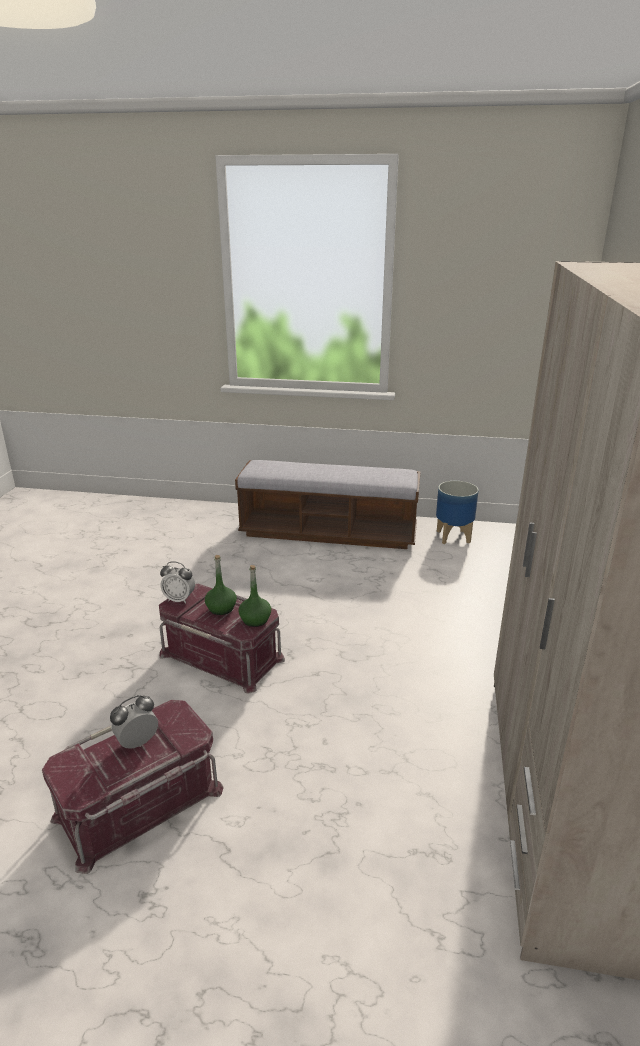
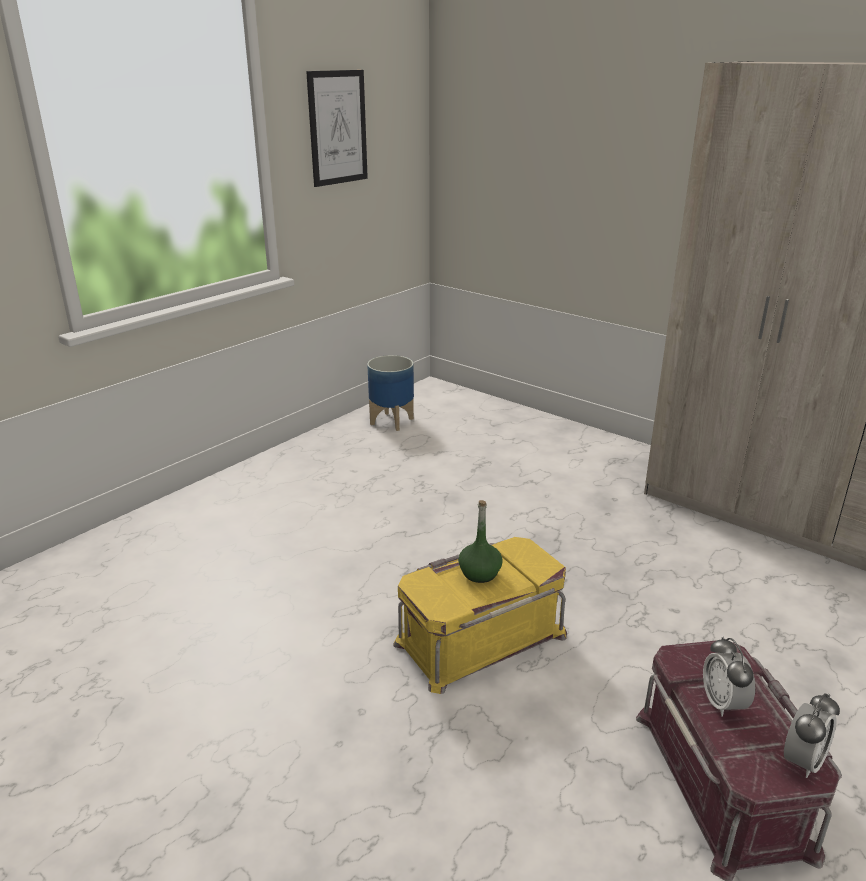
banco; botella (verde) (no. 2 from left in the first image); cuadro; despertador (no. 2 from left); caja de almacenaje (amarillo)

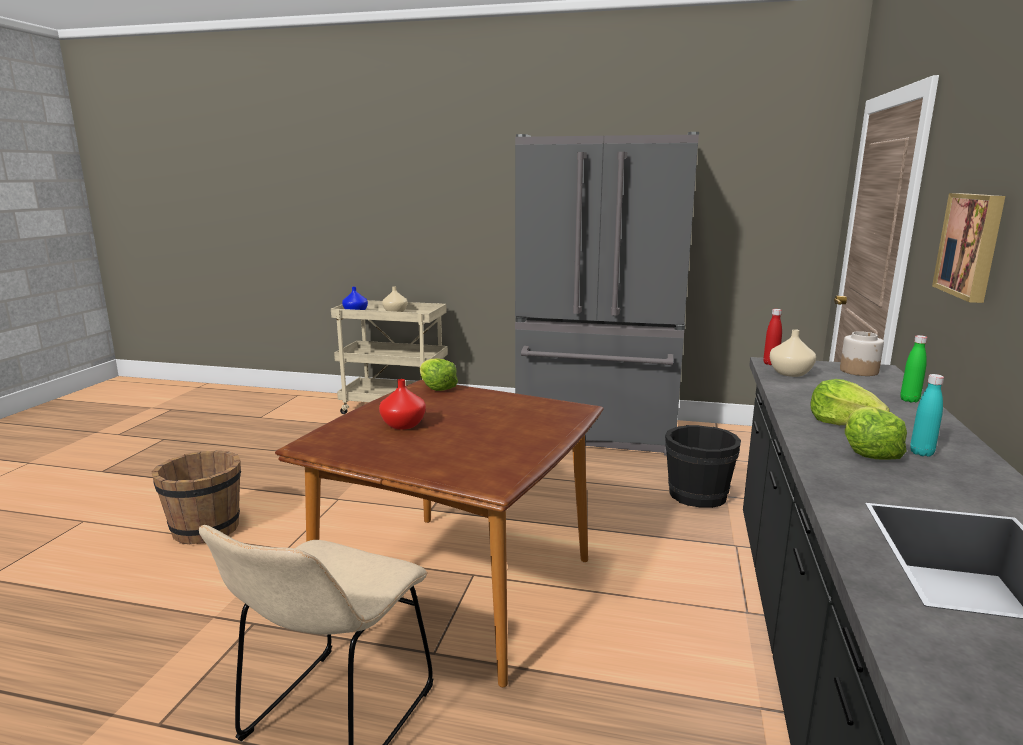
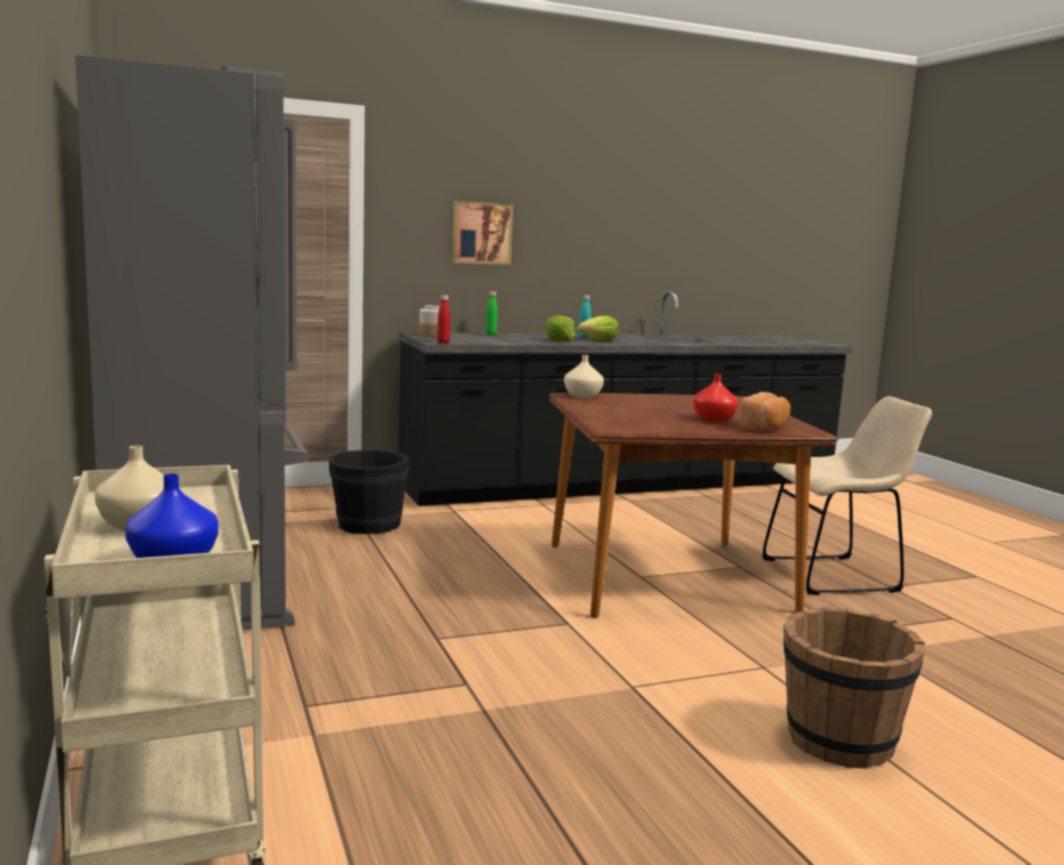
lechuga (no. 1 from left in the first image); pan; florero (beis) (no. 2 from left)

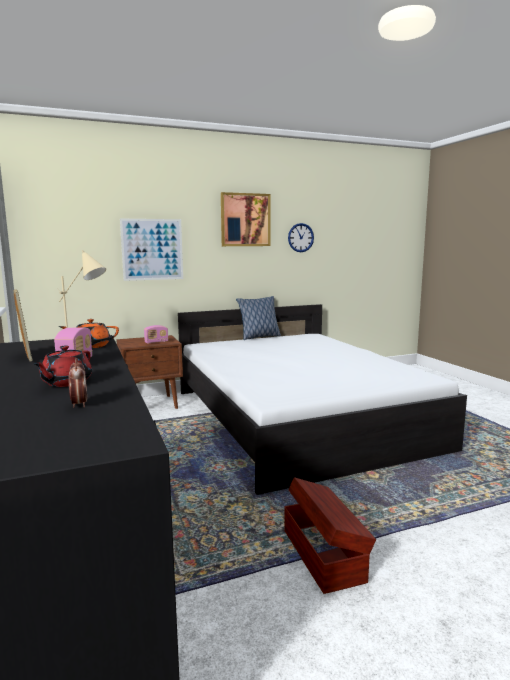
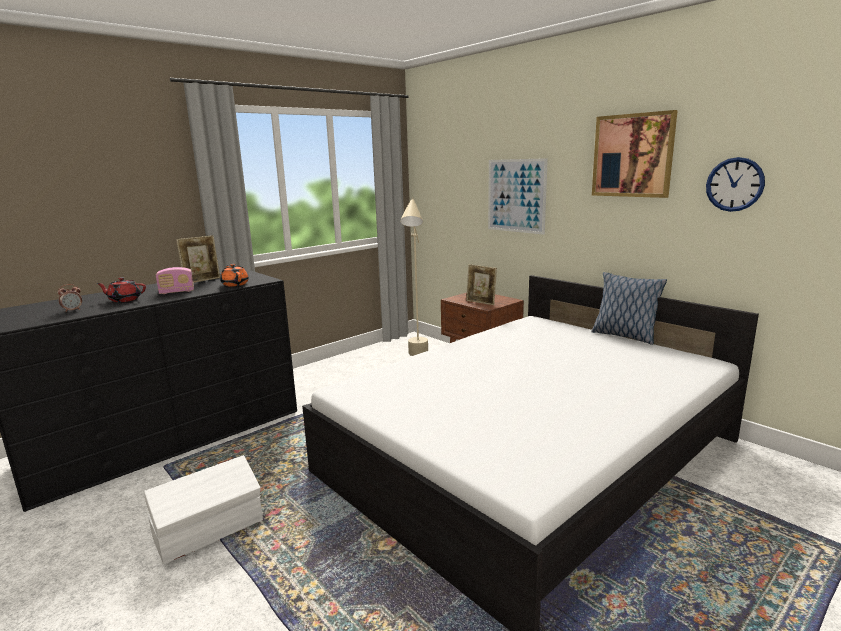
portarretratos (no. 2 from left); caja de almacenaje (blanco)

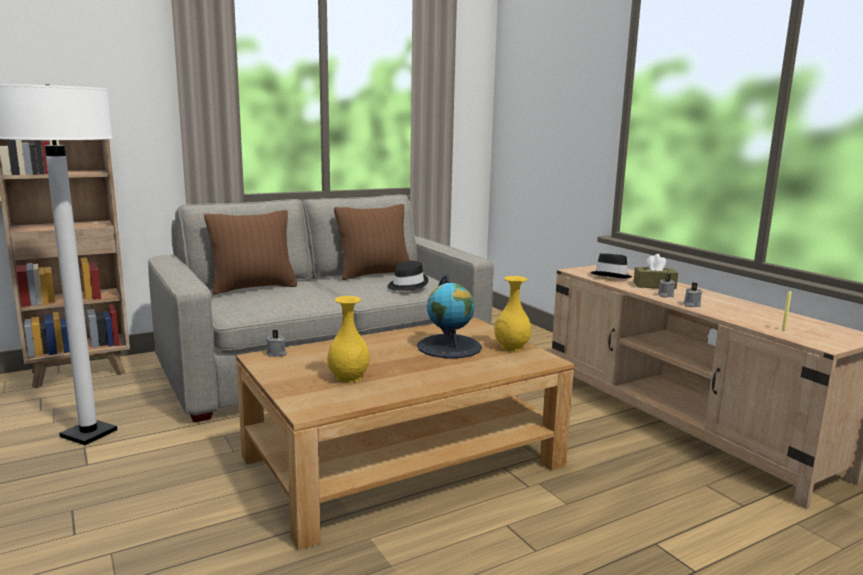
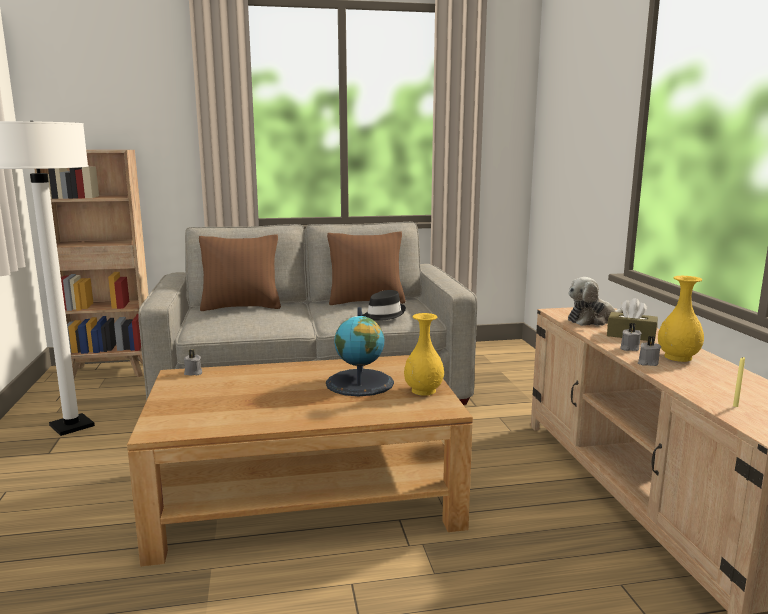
florero (amarillo) (no. 2 from left); peluche

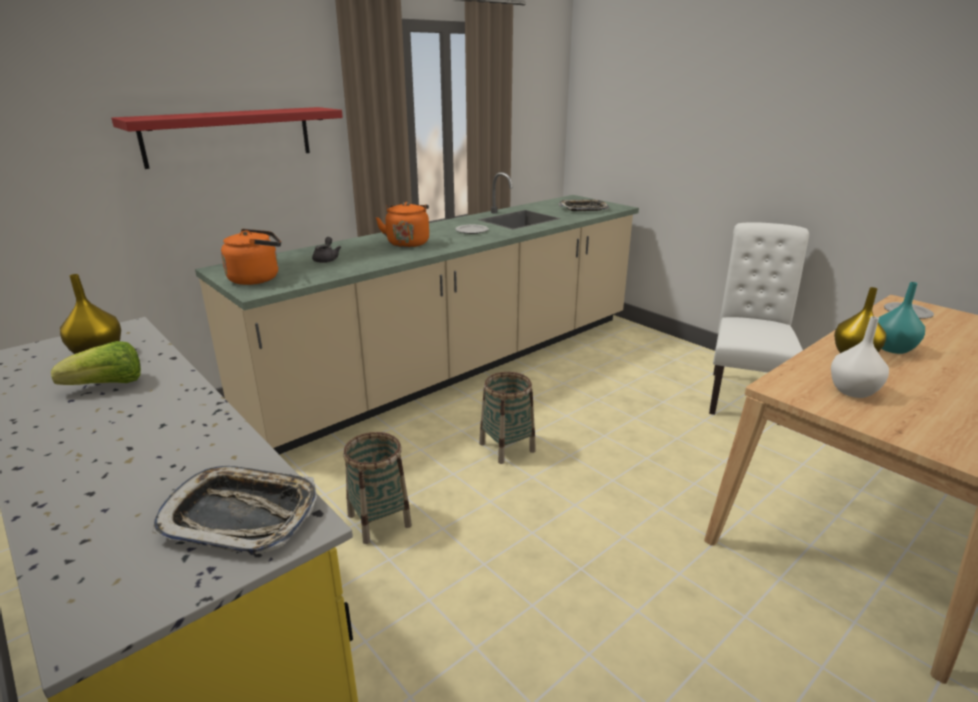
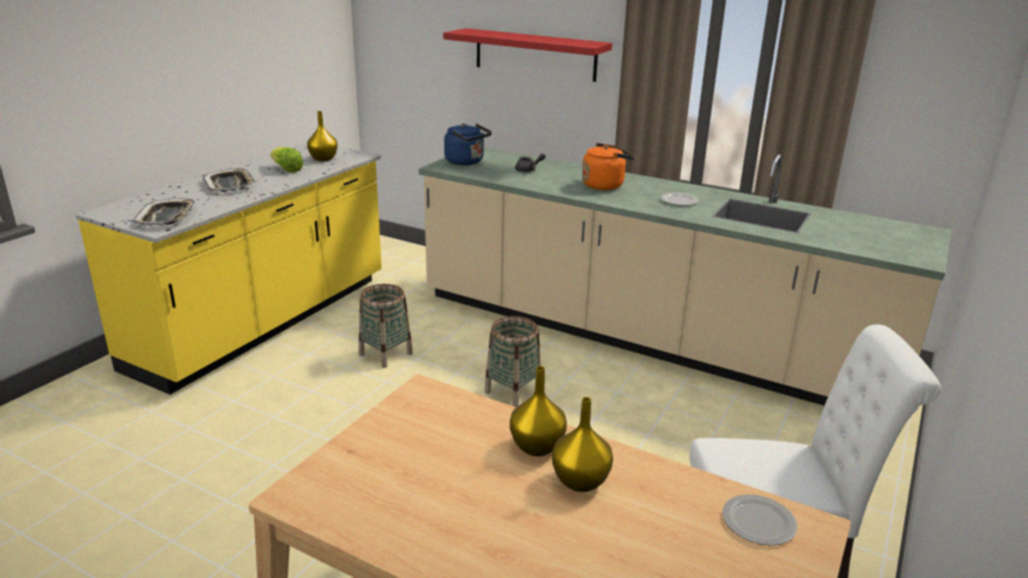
florero (blanco); bandeja (no. 2 from left); hervidor (azul); florero (amarillo) (no. 3 from left)

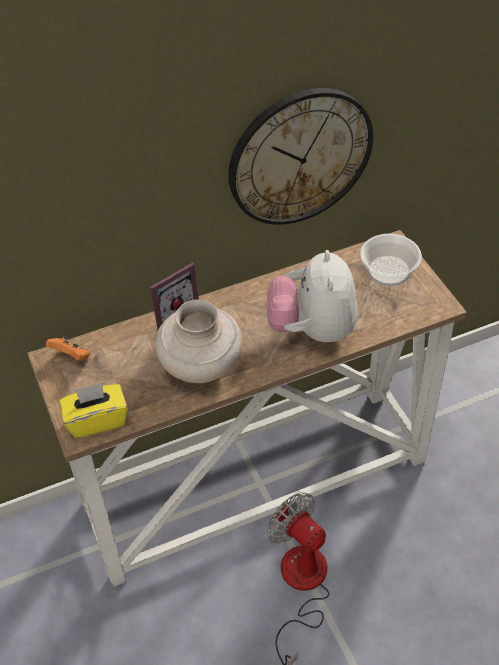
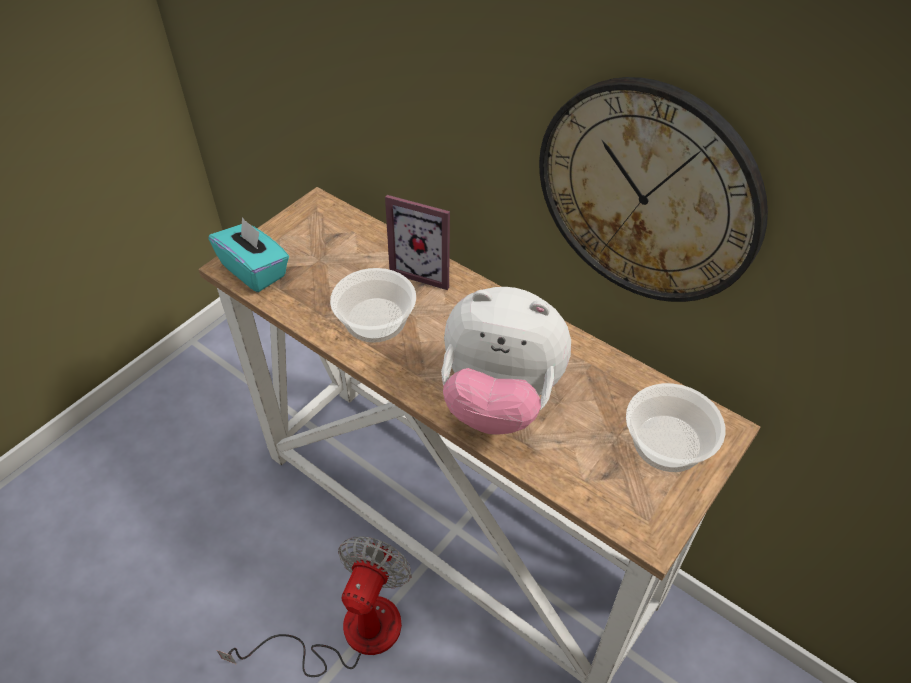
mando de consola (naranja); cuenco (no. 1 from left); caja de pañuelos (turquesa); peluche

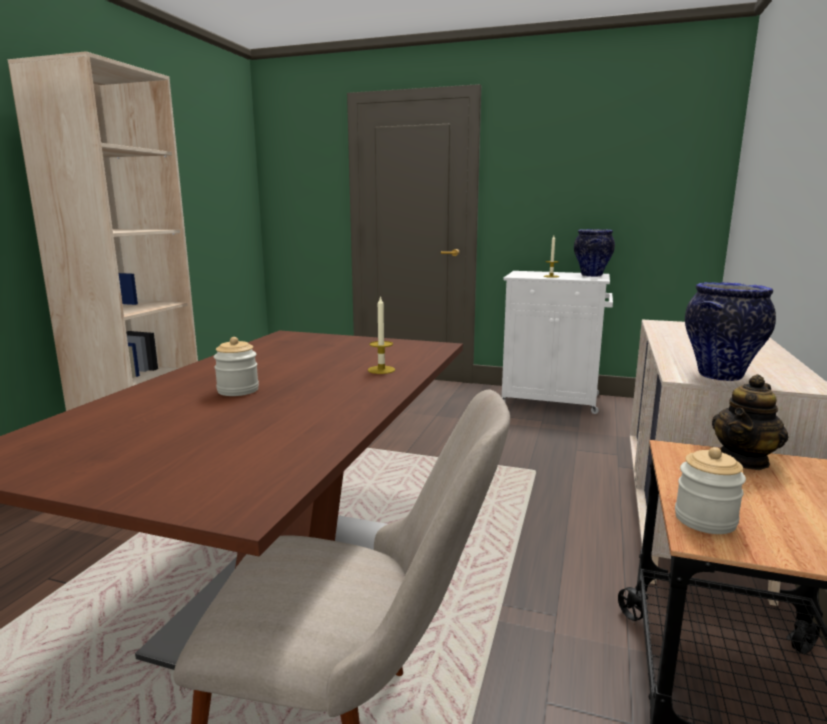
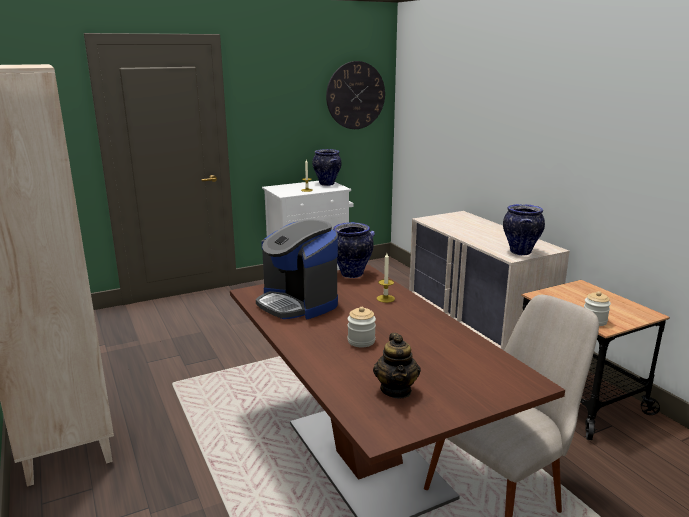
cafetera; reloj de pared; florero (no. 2 from left); tetera

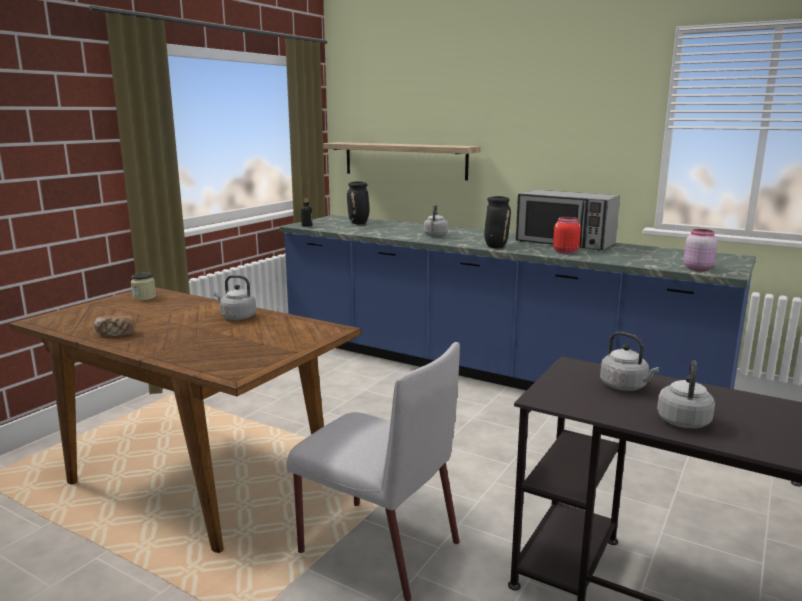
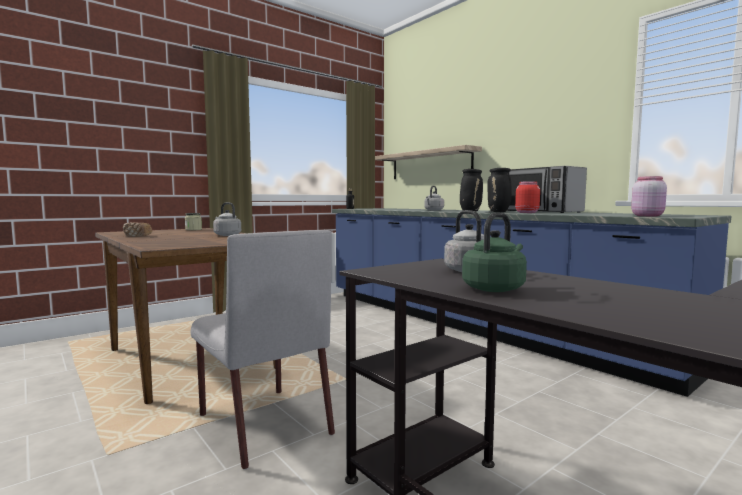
florero (negro) (no. 2 from left); hervidor (verde)

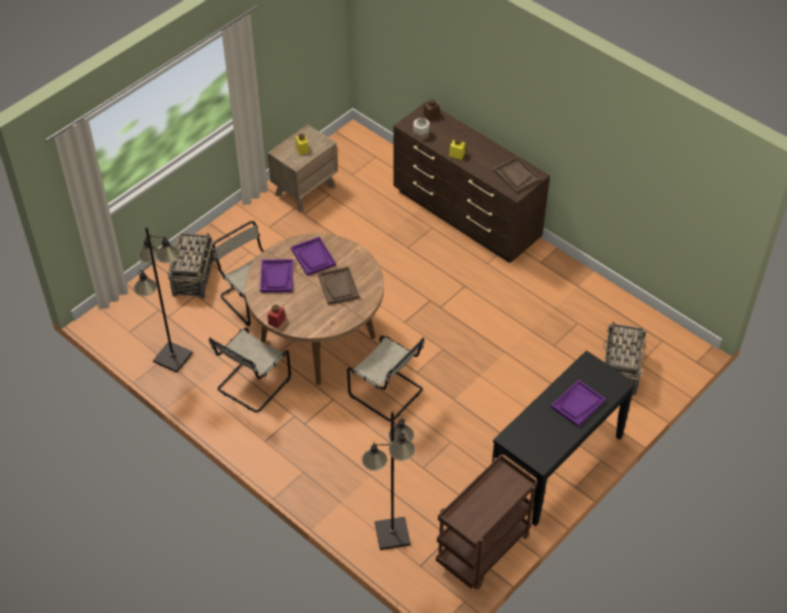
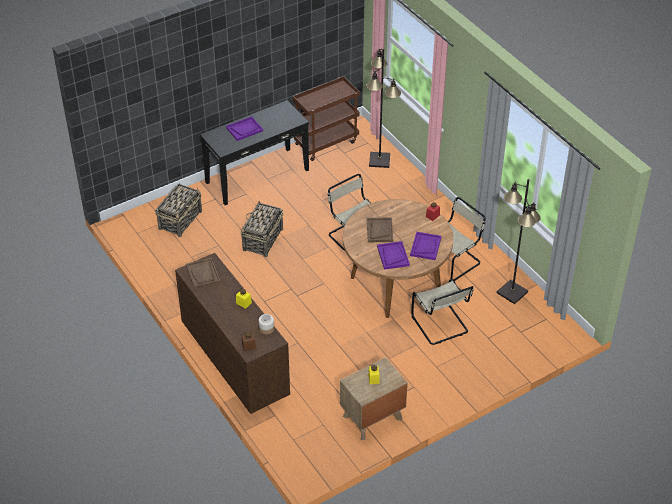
cesta (no. 2 from left)

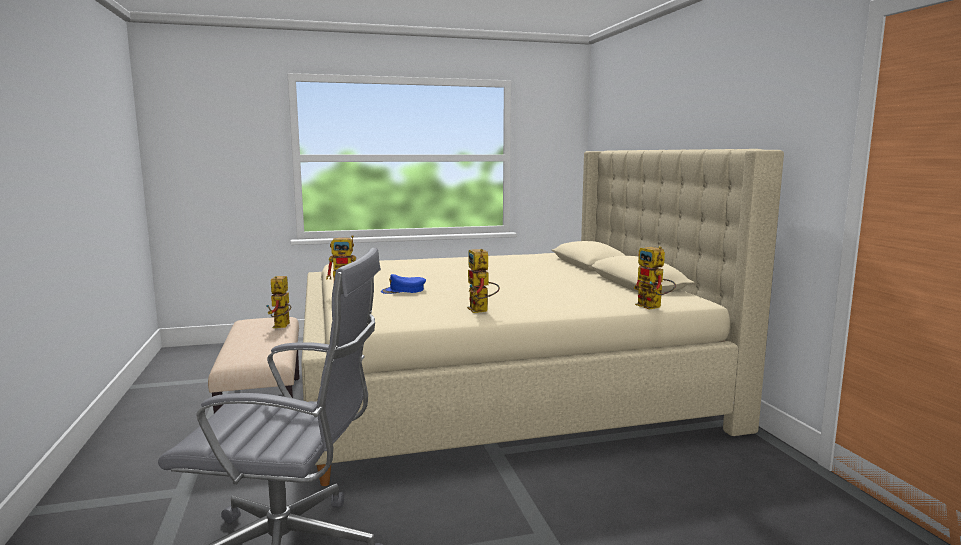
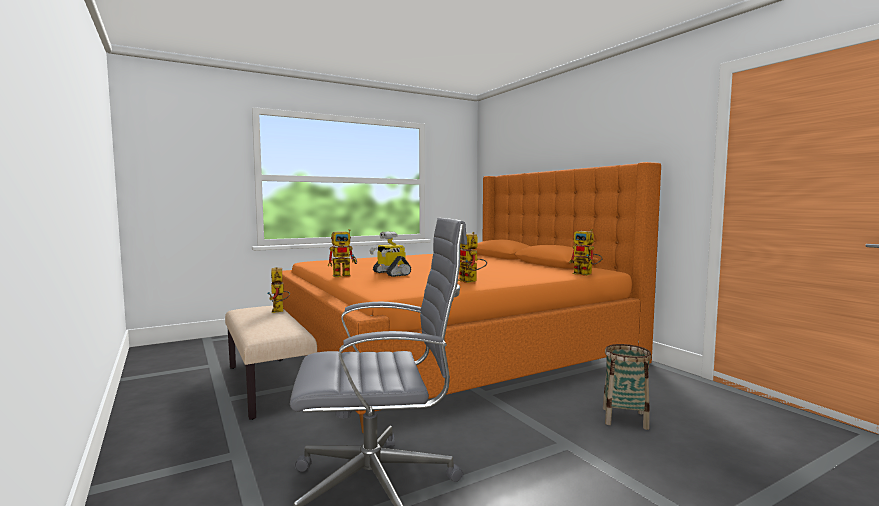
cesta; robot de juguete (no. 3 from left); cama (naranja)

